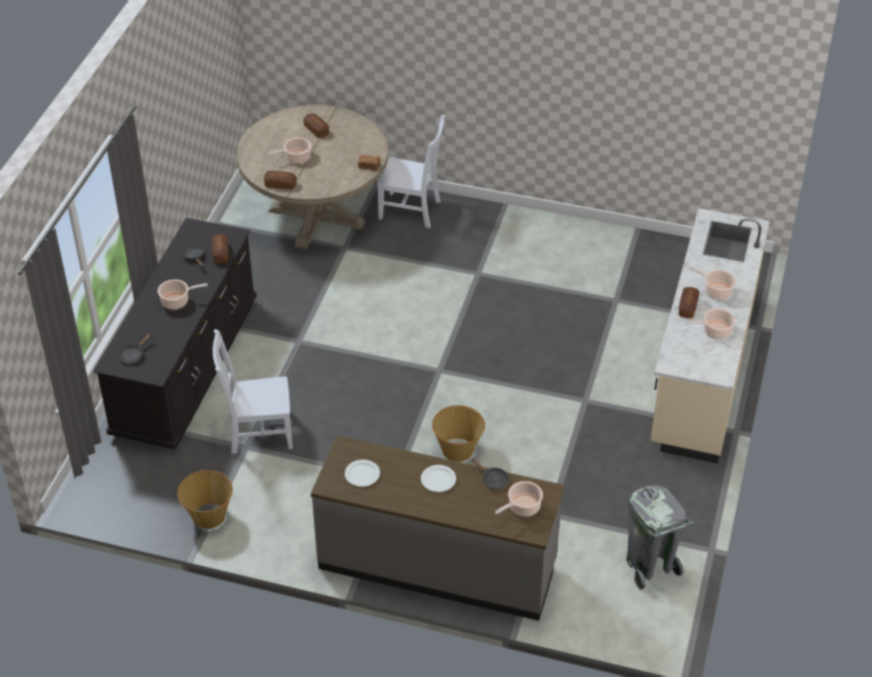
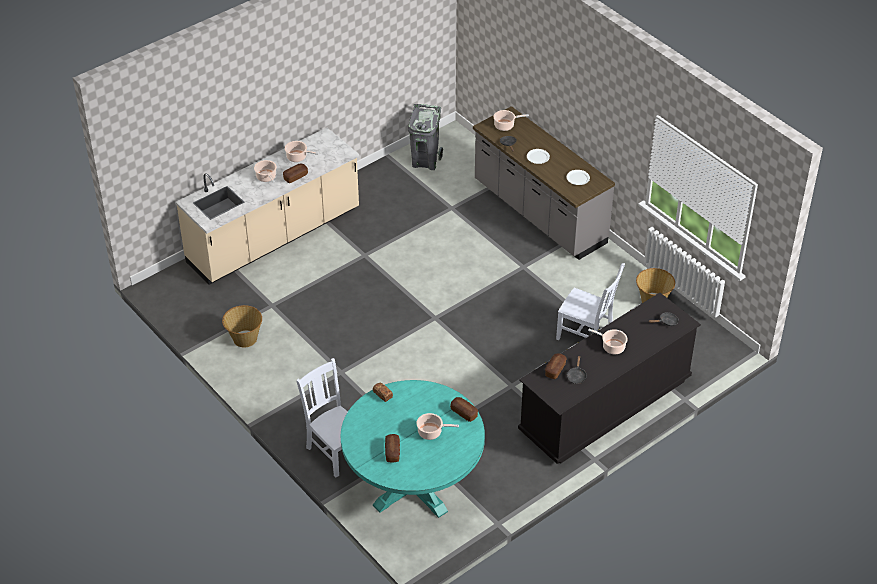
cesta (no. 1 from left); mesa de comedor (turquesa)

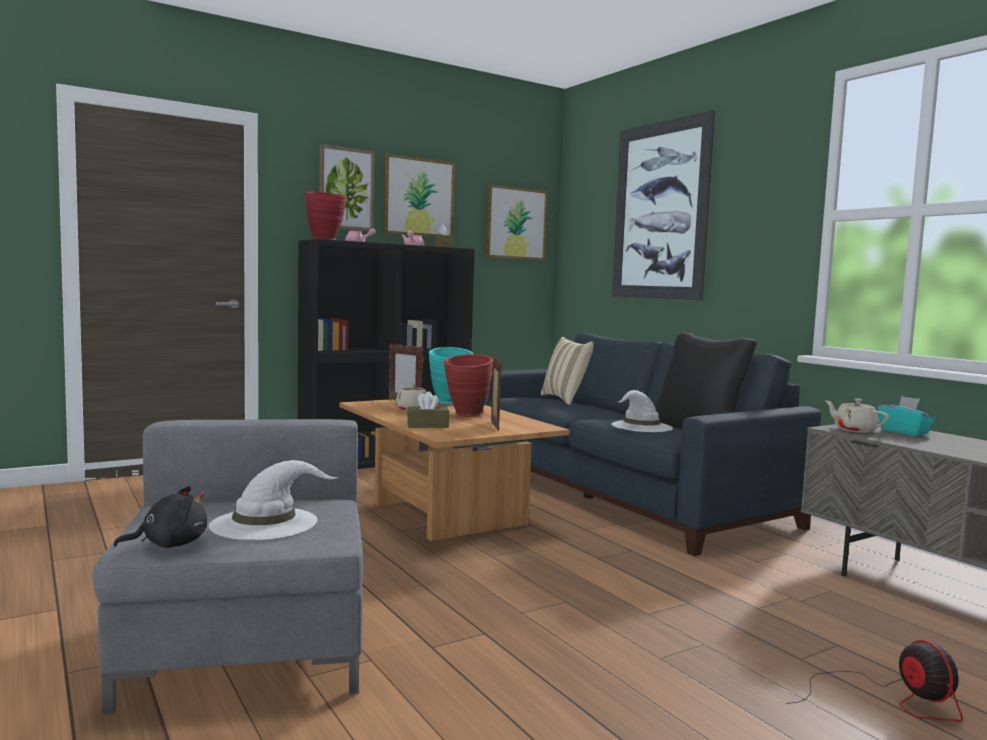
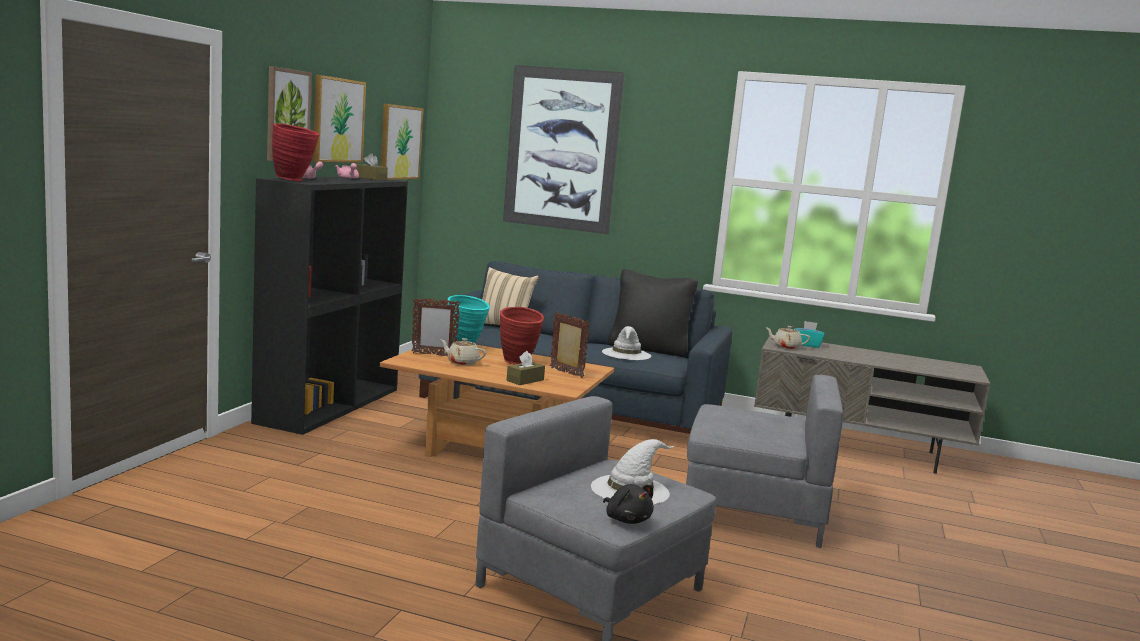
ventilador; sillón (gris) (no. 2 from left); peluche (negro)

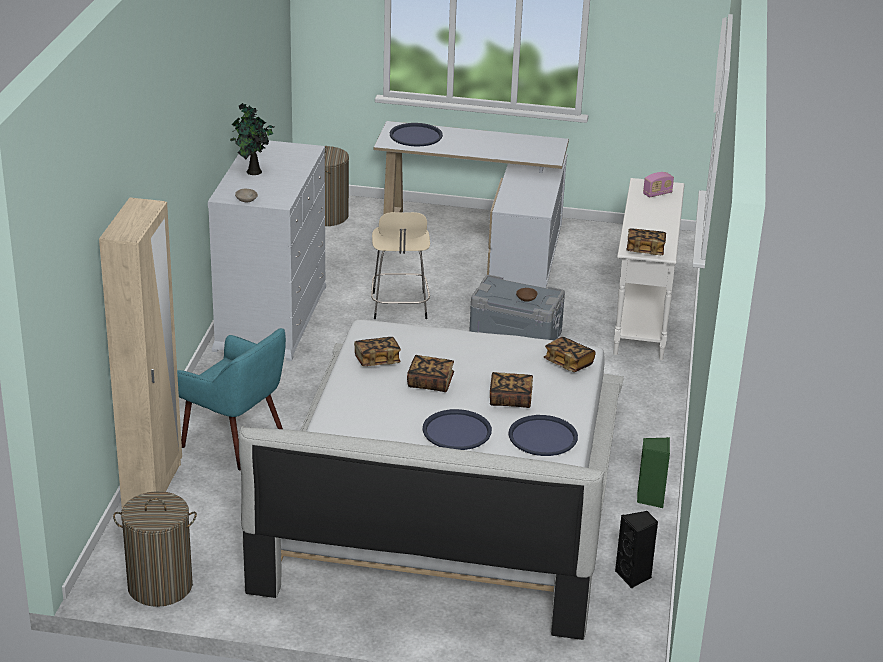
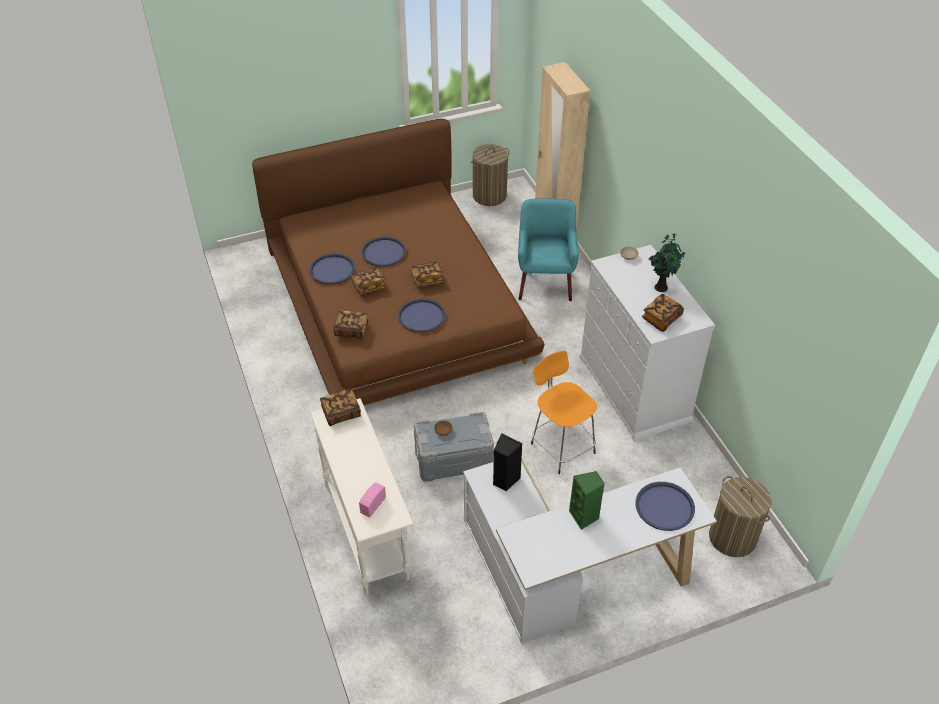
bandeja (azul) (no. 3 from left); libro (no. 5 from left); altavoz (negro); altavoz (verde); cama (marrón); taburete (naranja); sillón (turquesa)

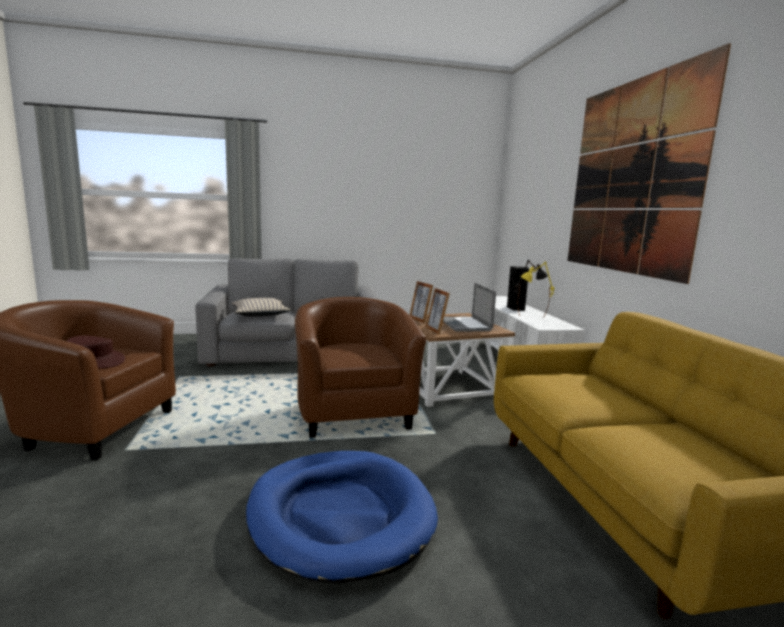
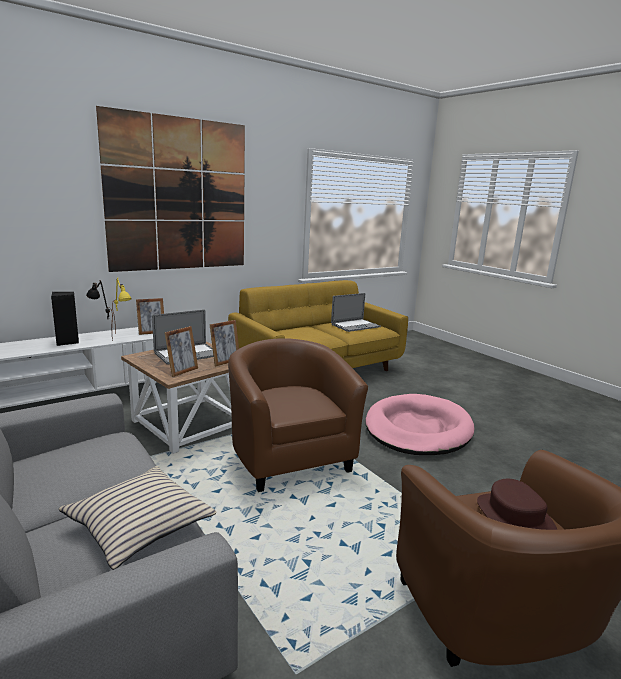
portarretratos (no. 1 from left); portátil (no. 2 from left); cama para perro (rosa); sillón (marrón) (no. 1 from left)

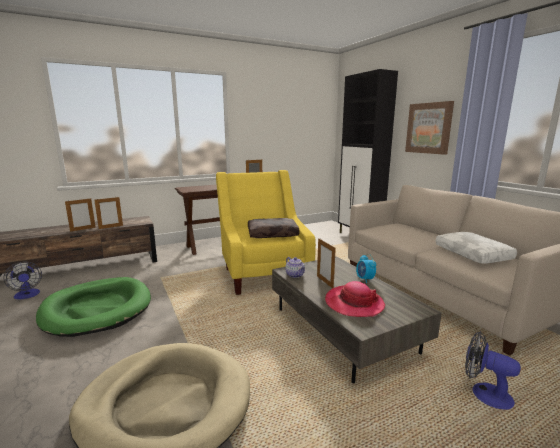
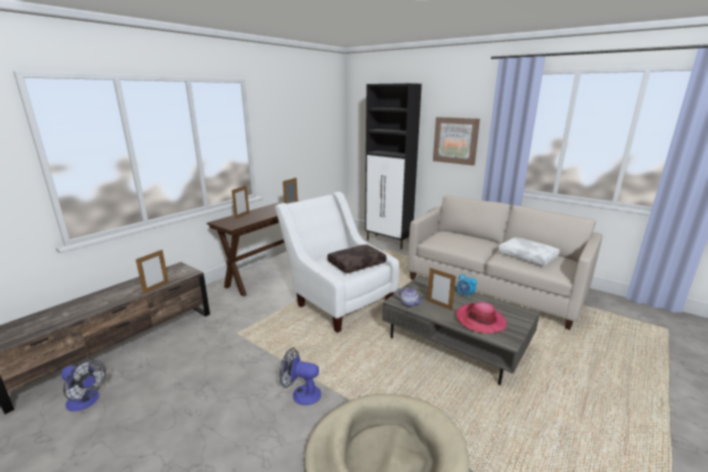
cama para perro (verde); portarretratos (no. 2 from left); ventilador (no. 2 from left); sillón (blanco)

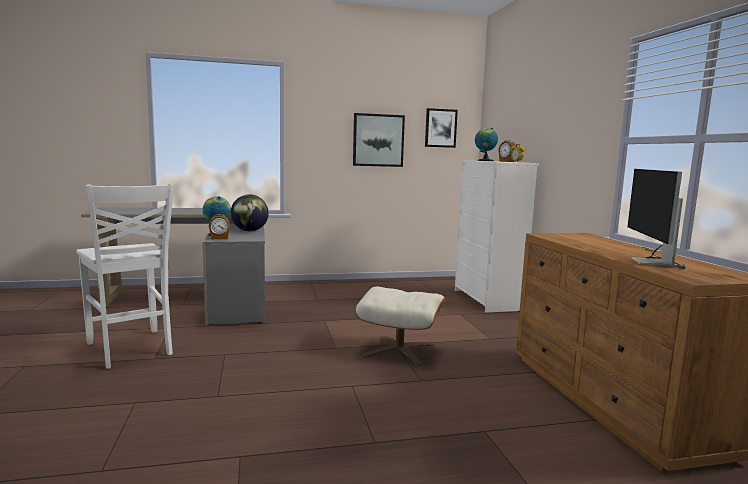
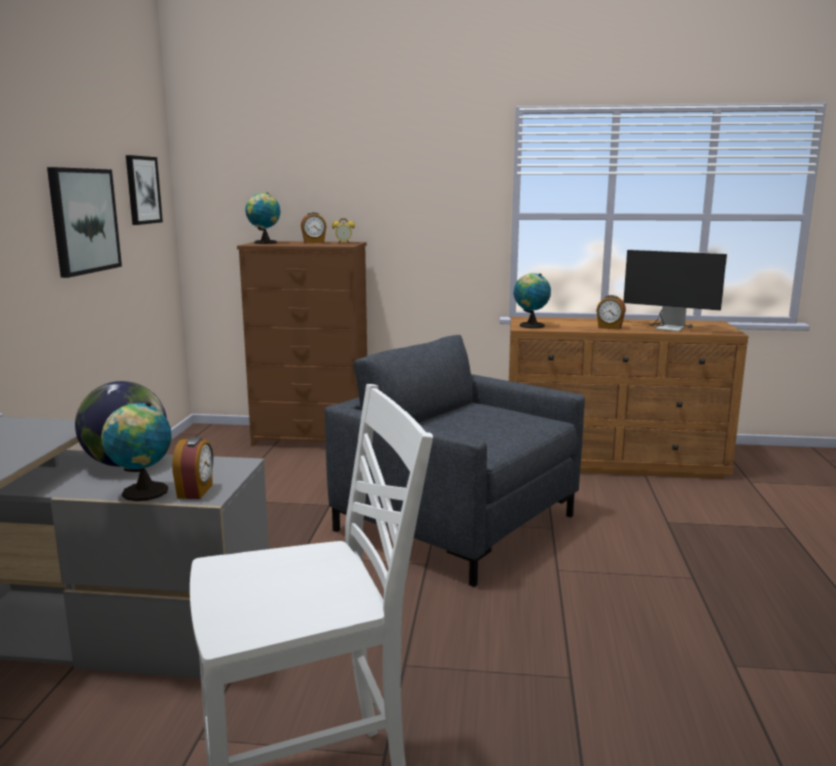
globo terráqueo (no. 4 from left); despertador (no. 4 from left); sillón (gris); cómoda (marrón) (no. 1 from left)

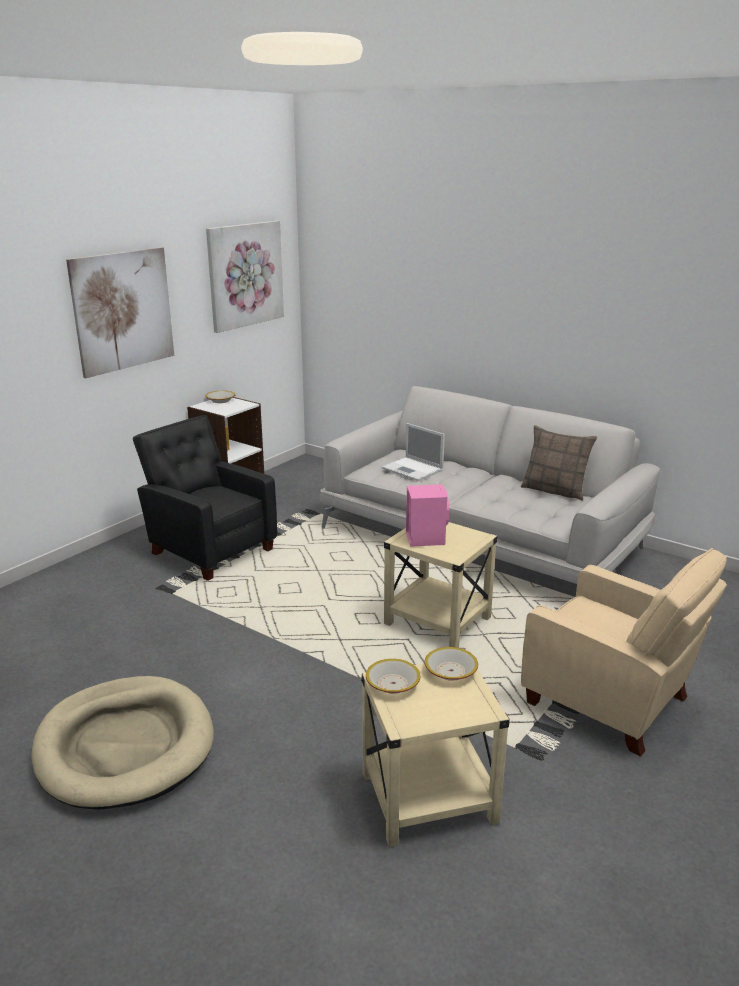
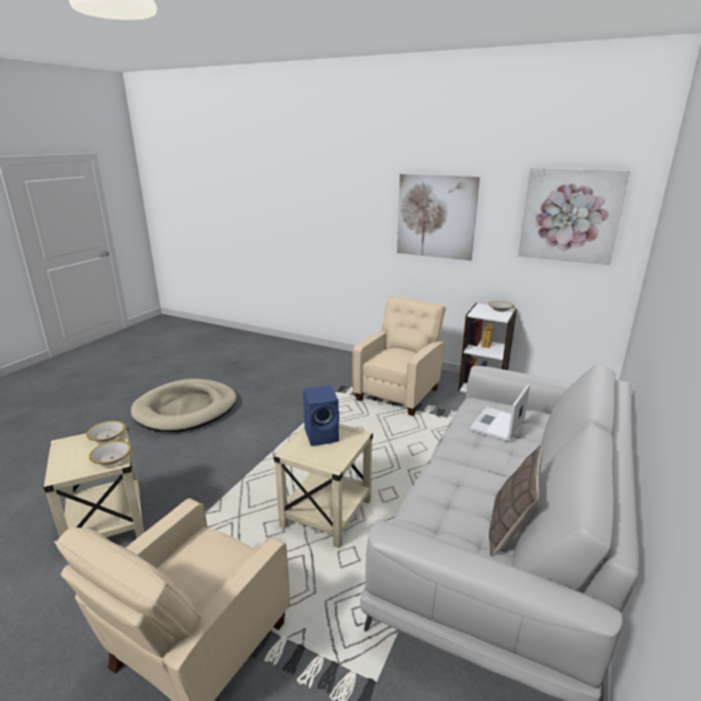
sillón (beis) (no. 2 from left); altavoz (azul)

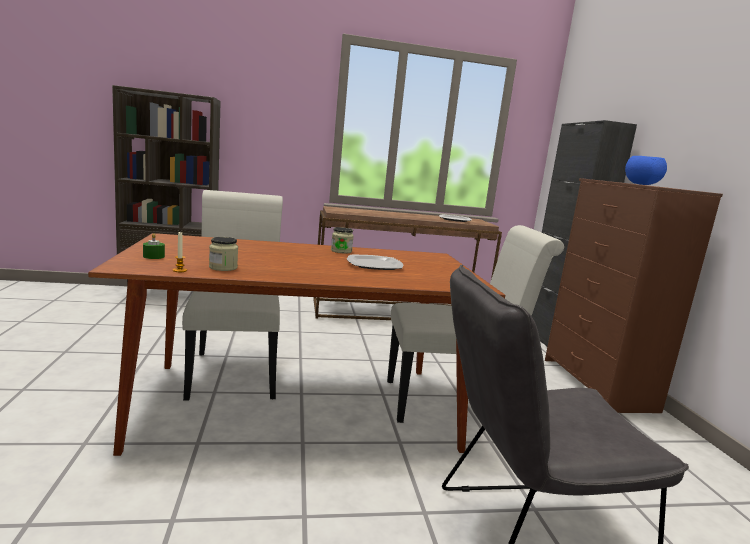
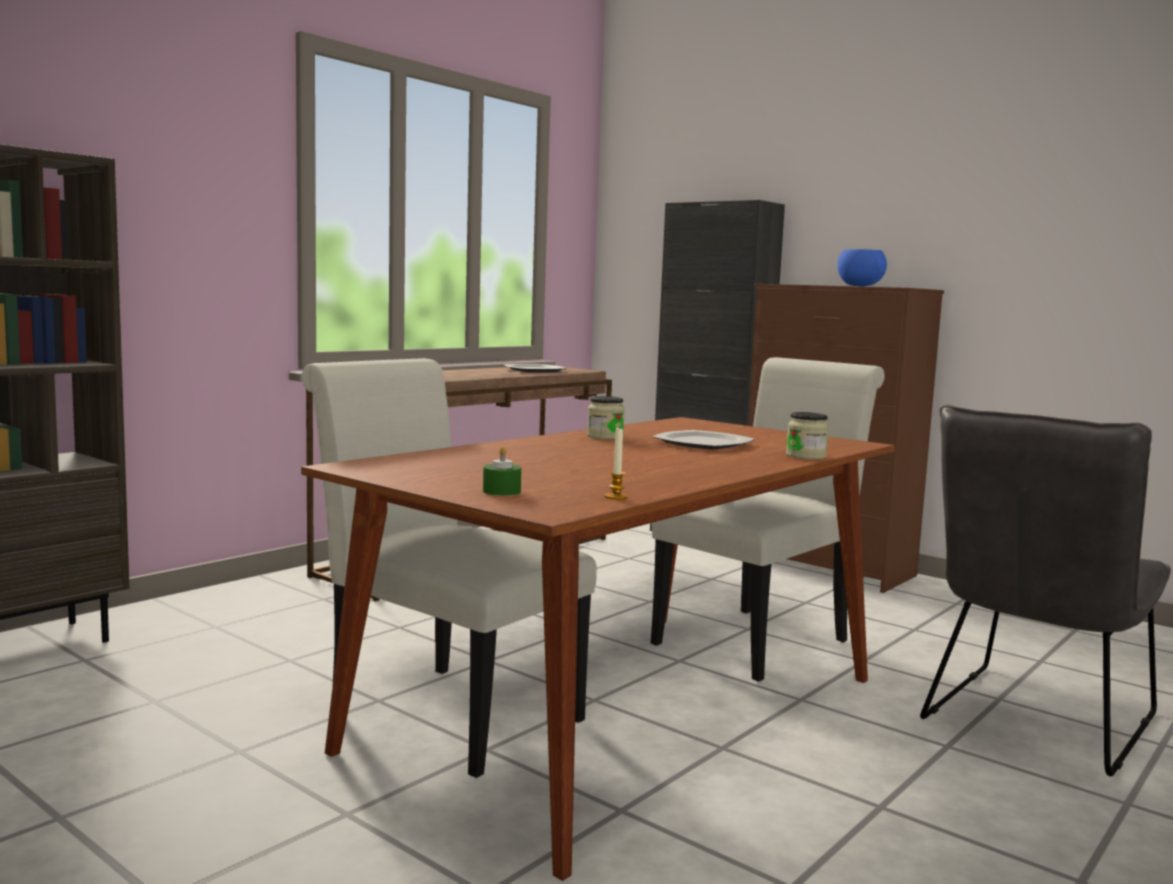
tarro (no. 2 from left)

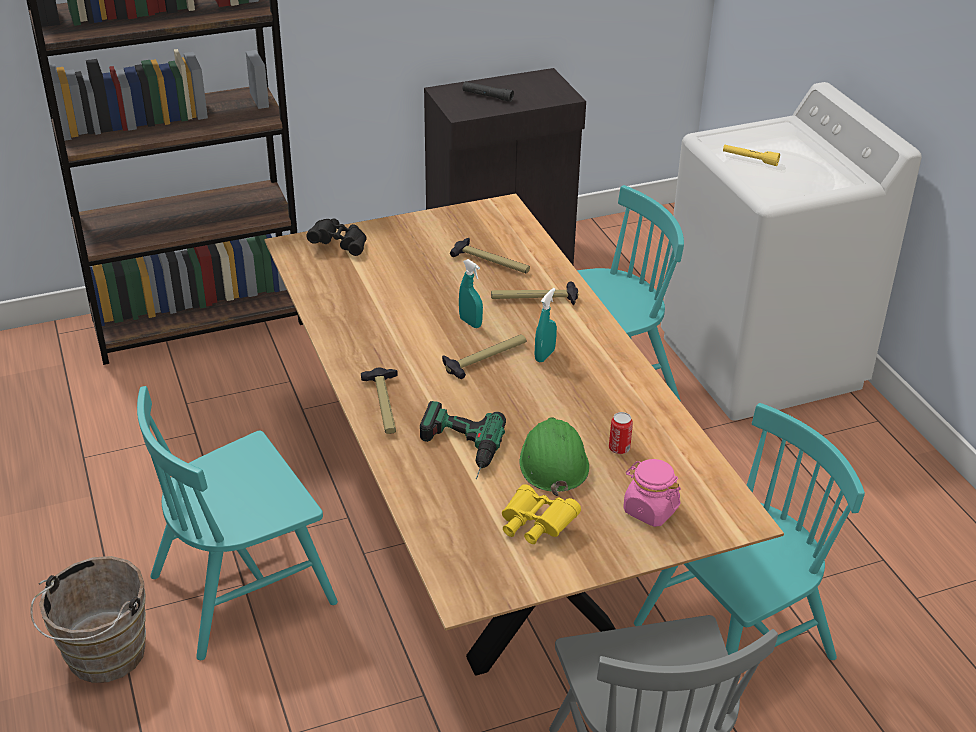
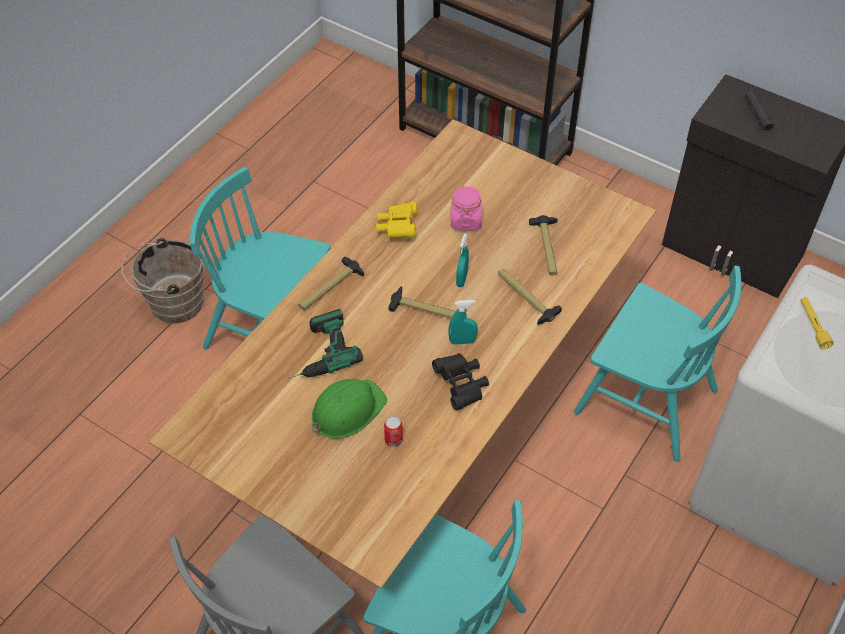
prismáticos (negro); prismáticos (amarillo); tarro (rosa)

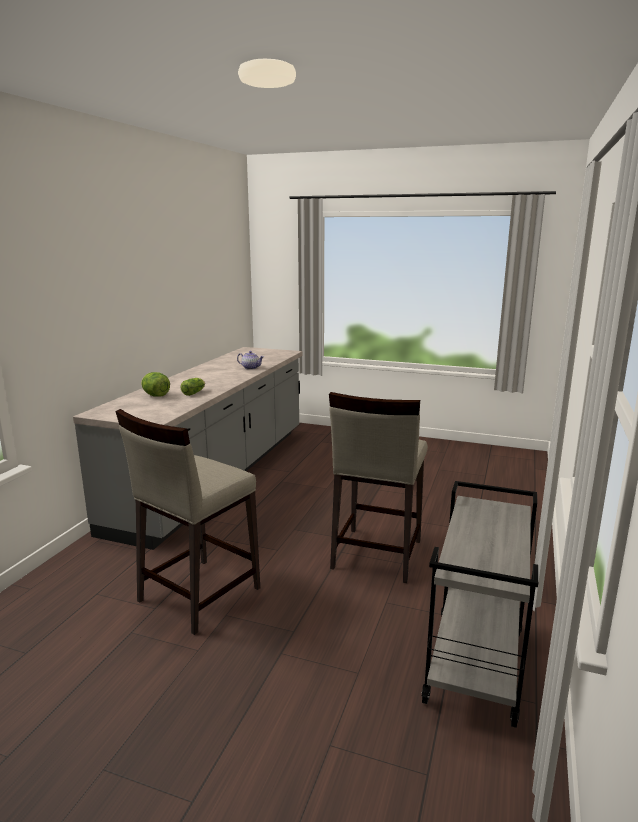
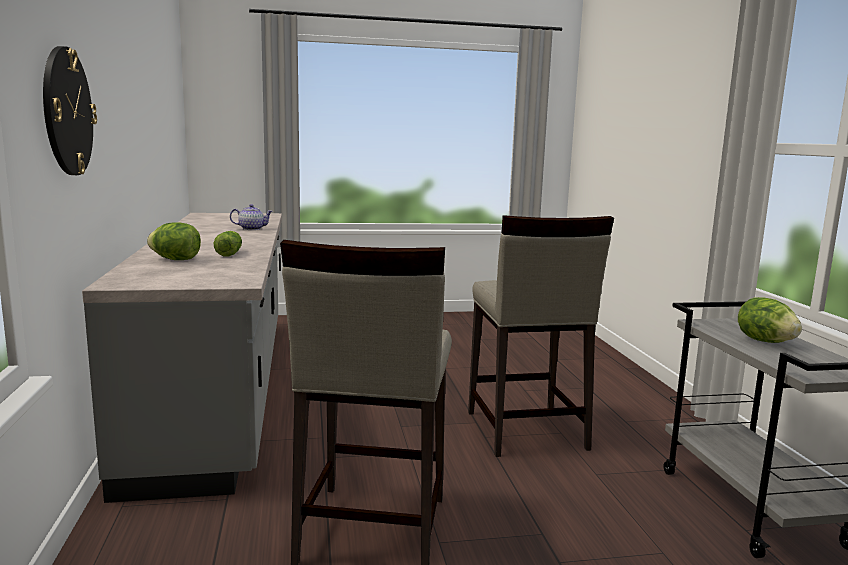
reloj de pared; lechuga (no. 3 from left)

